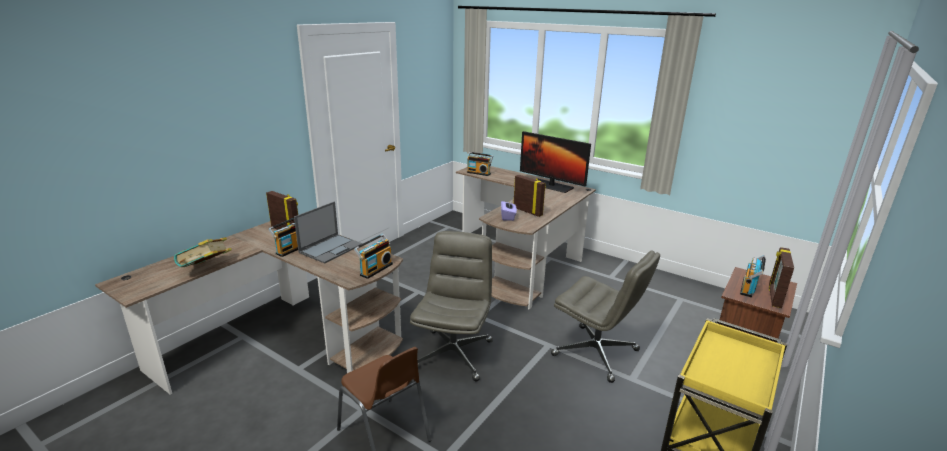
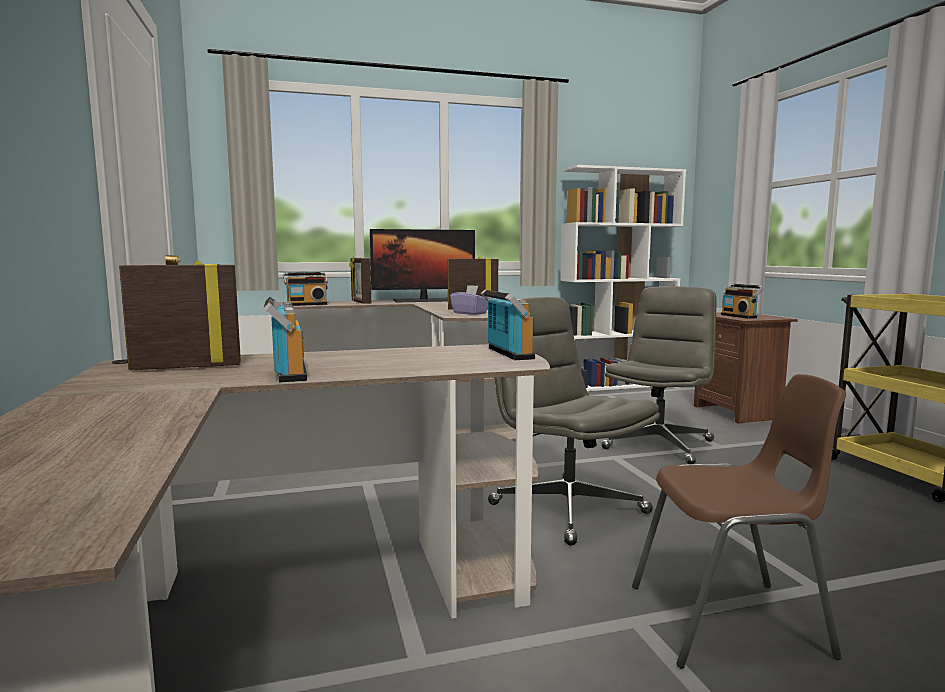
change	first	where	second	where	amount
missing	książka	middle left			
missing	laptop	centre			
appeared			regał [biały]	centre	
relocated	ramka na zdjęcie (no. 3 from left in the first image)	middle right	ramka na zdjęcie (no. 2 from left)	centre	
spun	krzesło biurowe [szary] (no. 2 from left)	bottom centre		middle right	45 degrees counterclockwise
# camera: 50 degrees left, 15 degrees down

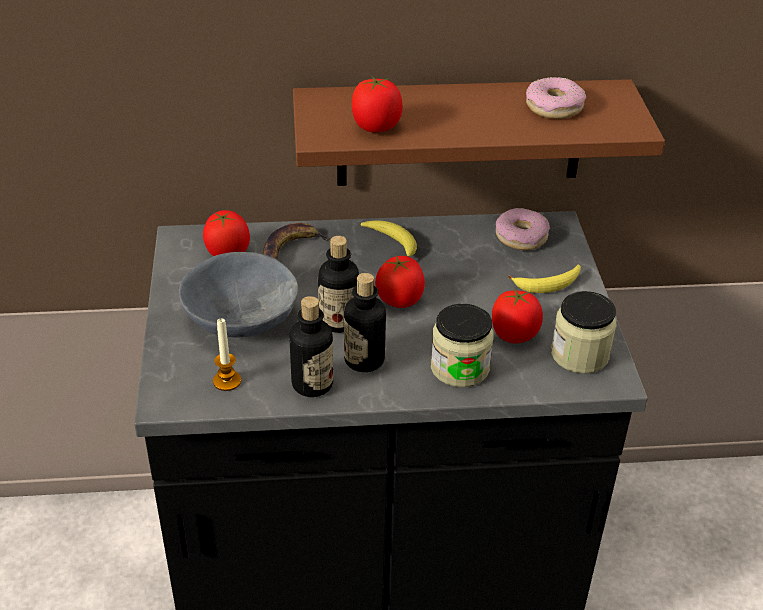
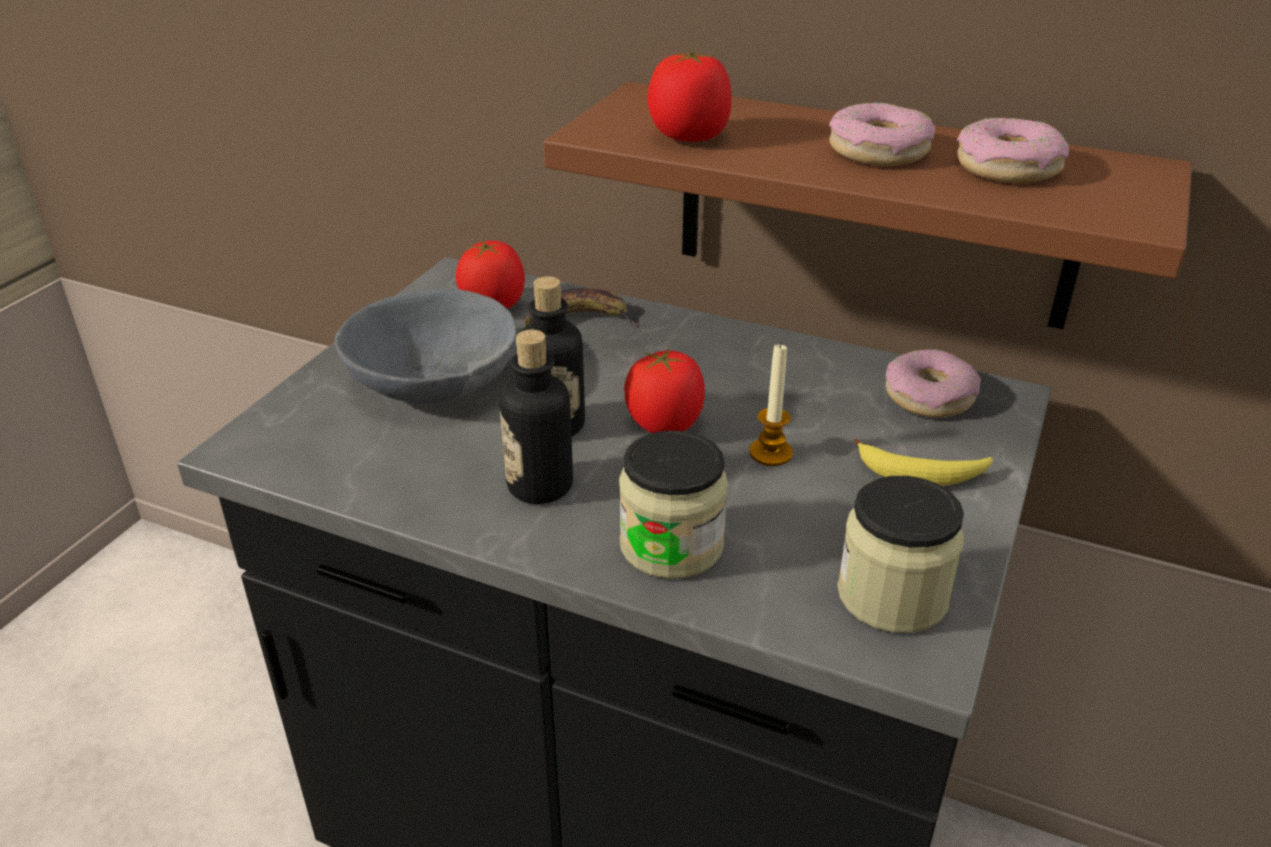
change	first	where	second	where	amount
missing	butelka (no. 1 from left)	centre			
missing	banan (no. 2 from left)	centre			
missing	pomidor (no. 4 from left)	middle right			
appeared			donut (no. 1 from left)	top right	
relocated	świeca	middle left		centre	
# camera: 30 degrees right, 5 degrees down

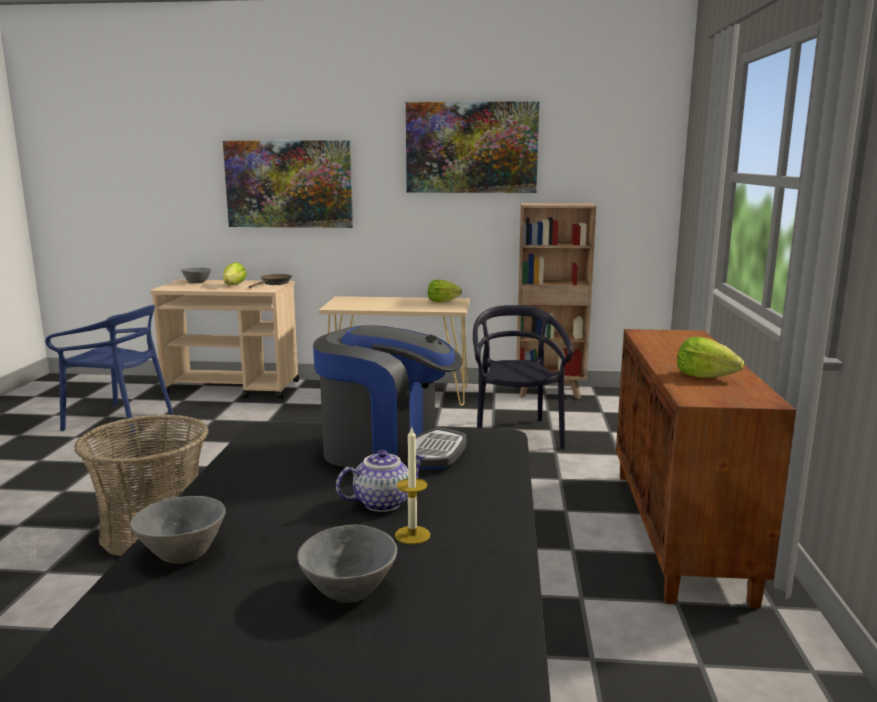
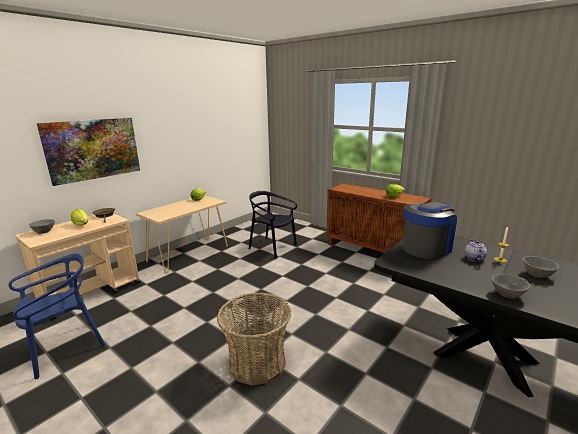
change	first	where	second	where	amount
missing	obraz (no. 2 from left)	top centre			
missing	regał [brązowy]	centre			
# camera: 55 degrees left, 5 degrees up

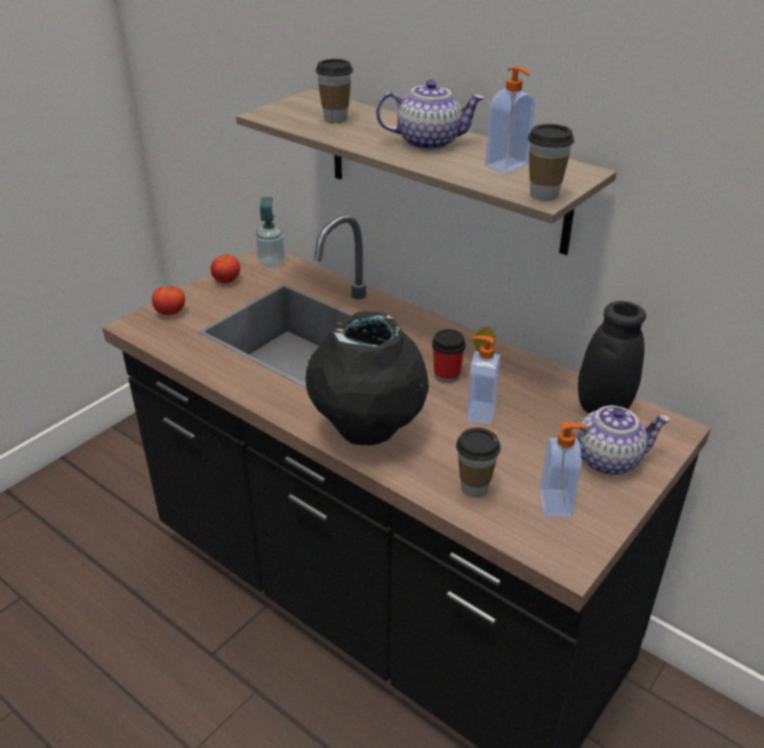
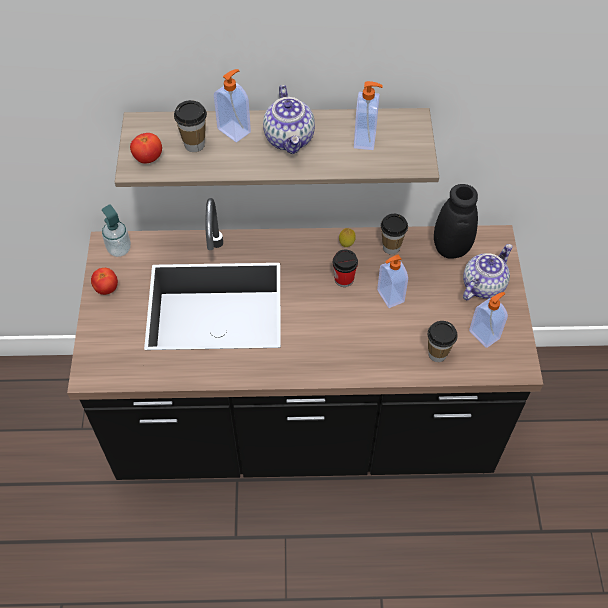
change	first	where	second	where	amount
missing	wazon [czarny] (no. 1 from left)	centre			
appeared			dozownik mydła (no. 2 from left)	top centre	
relocated	pomidor (no. 1 from left in the first image)	middle left	pomidor (no. 2 from left)	top left	
relocated	filiżanka (no. 4 from left in the first image)	top right	filiżanka (no. 3 from left)	centre	
spun	imbryk (no. 1 from left)	top centre		top centre	120 degrees clockwise
# camera: 40 degrees left, 20 degrees up

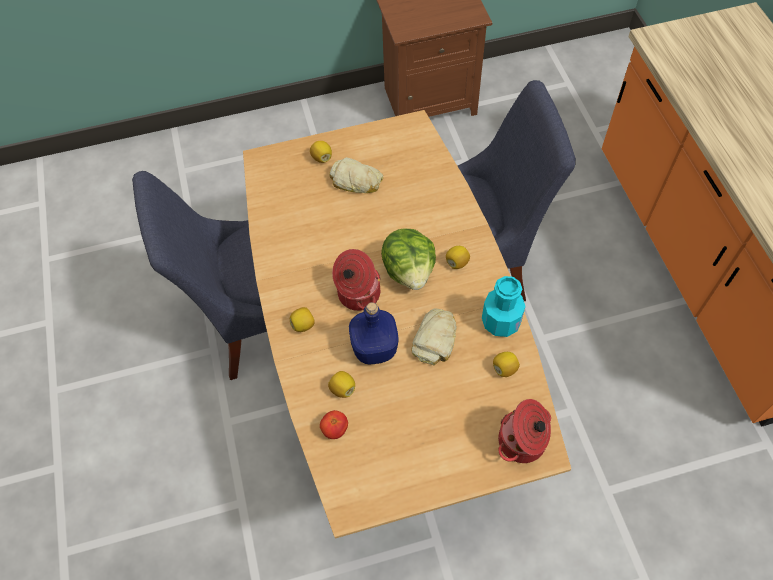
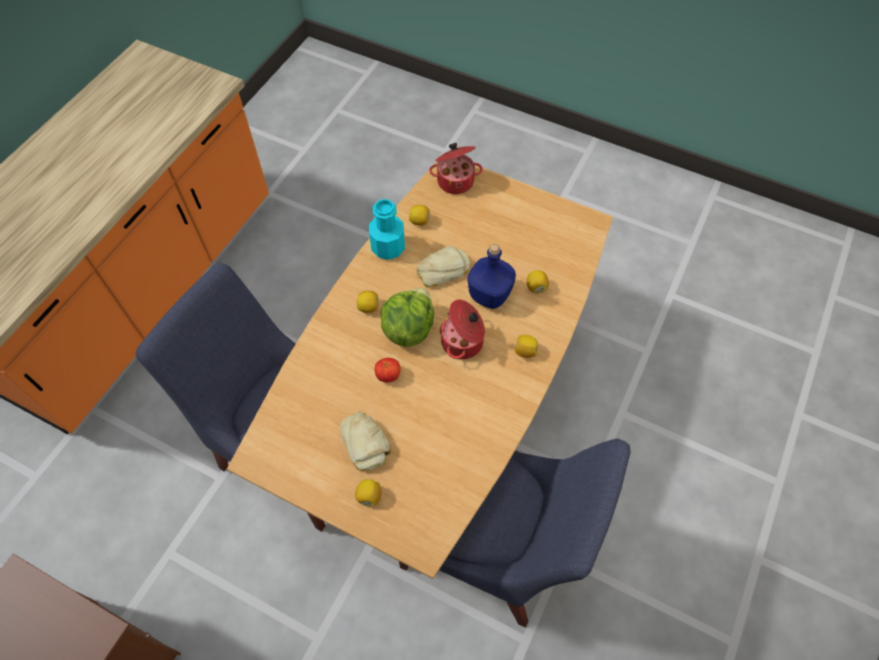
change	first	where	second	where	amount
relocated	pomidor	bottom centre		centre	
# camera: 140 degrees left, 0 degrees up

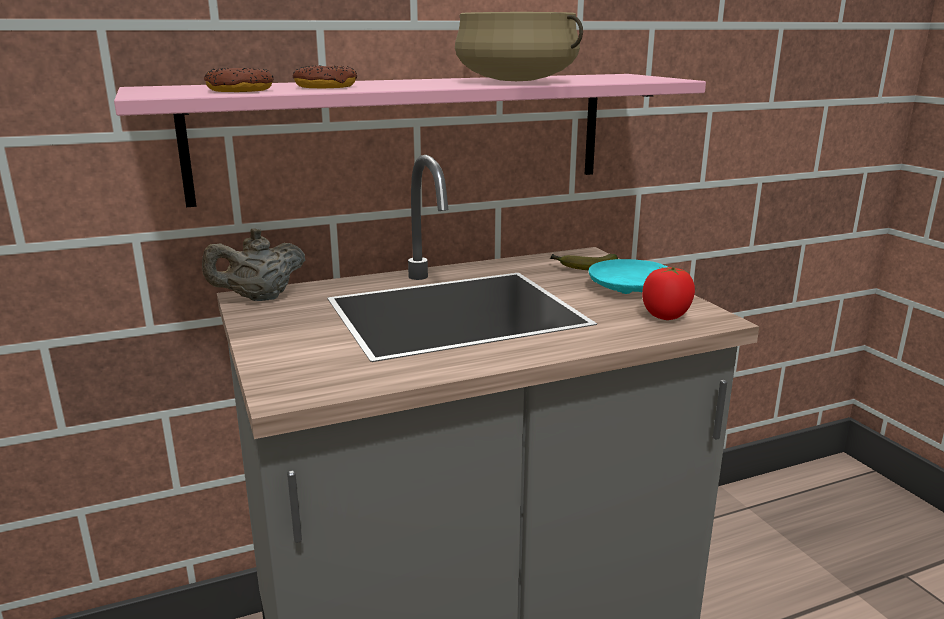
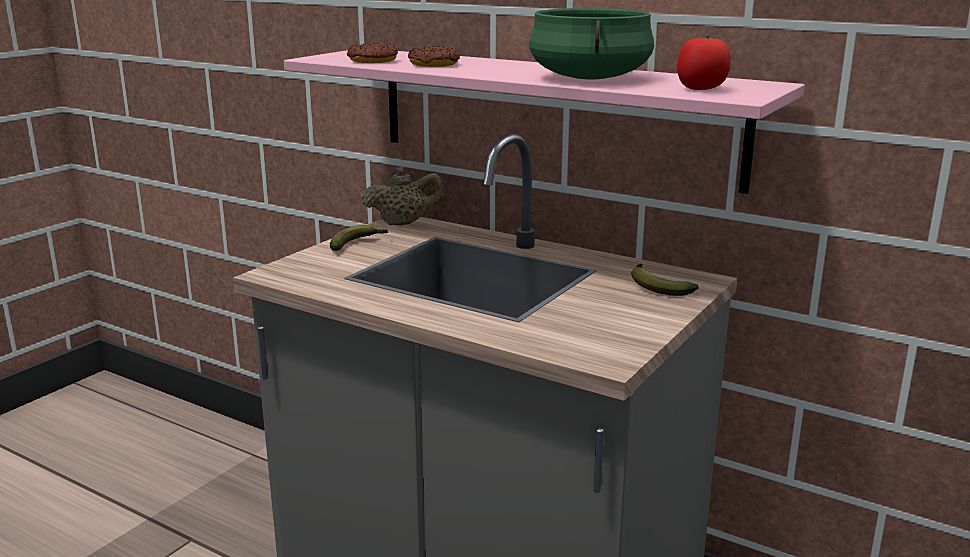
change	first	where	second	where	amount
missing	talerz [turkusowy]	centre			
appeared			banan (no. 1 from left)	centre	
relocated	pomidor	middle right		top right	
colour	garnek [beżowy]	top centre	garnek [zielony]	top centre	
spun	imbryk [beżowy]	middle left		centre	150 degrees clockwise
# camera: 55 degrees right, 0 degrees up

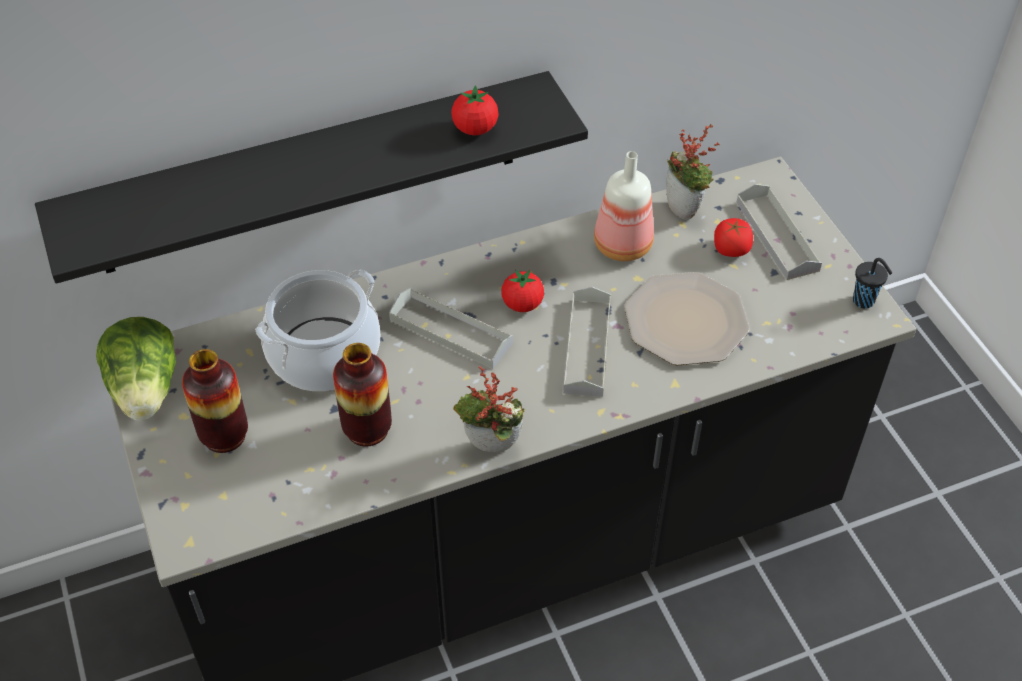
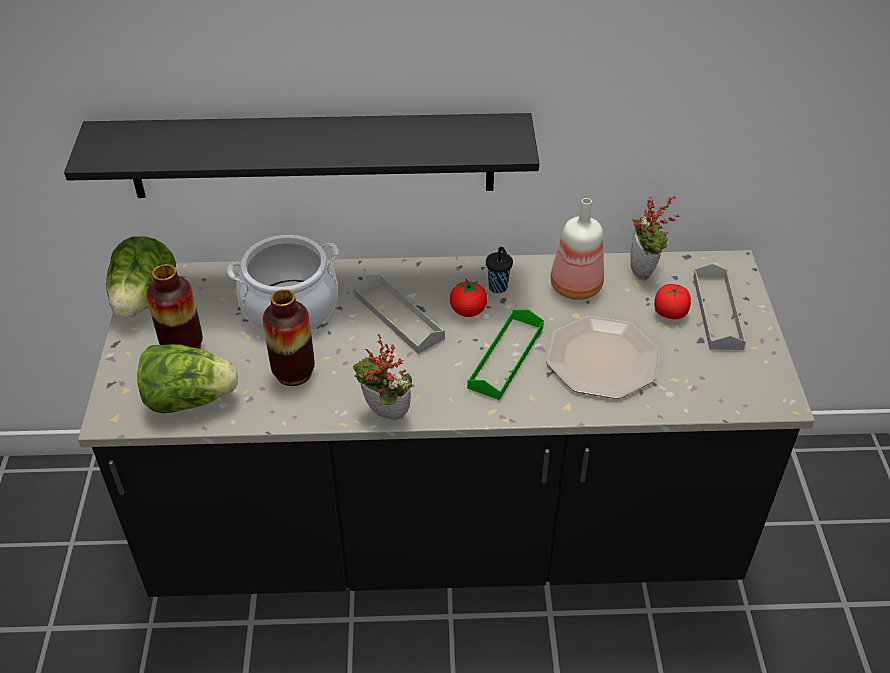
change	first	where	second	where	amount
missing	pomidor (no. 1 from left)	top centre			
appeared			sałata (no. 2 from left)	middle left	
relocated	filiżanka [czarny]	middle right		centre	
colour	taca [szary] (no. 2 from left)	centre	taca [zielony]	centre	
# camera: 20 degrees right, 5 degrees down

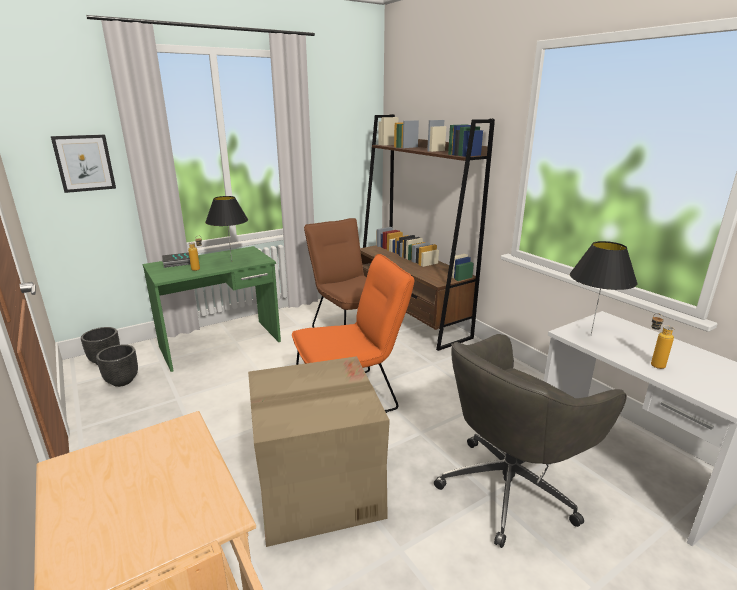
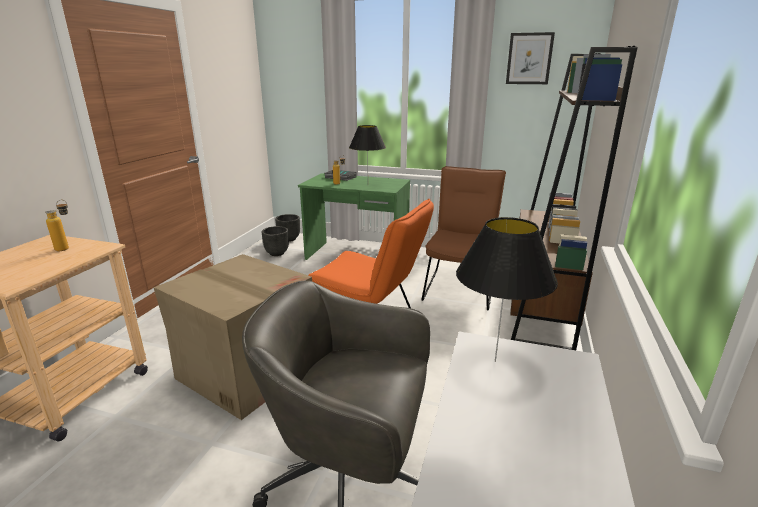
change	first	where	second	where	amount
relocated	obraz	top left		top right	
relocated	butelka (no. 2 from left in the first image)	middle right	butelka (no. 1 from left)	middle left	
# camera: 50 degrees right, 0 degrees up

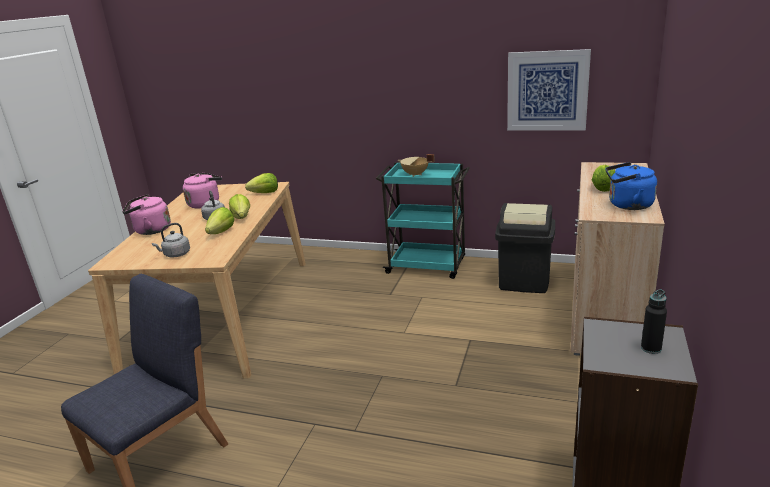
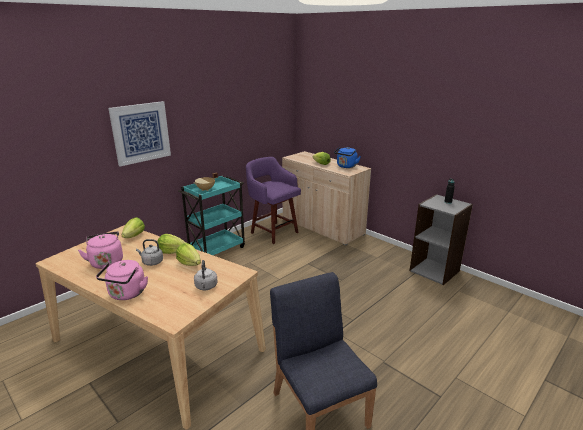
change	first	where	second	where	amount
relocated	obraz	top right		top left	
exchanged	kosz na śmieci [czarny]	middle right	stołek [fioletowy]	centre	
# camera: 65 degrees left, 0 degrees up

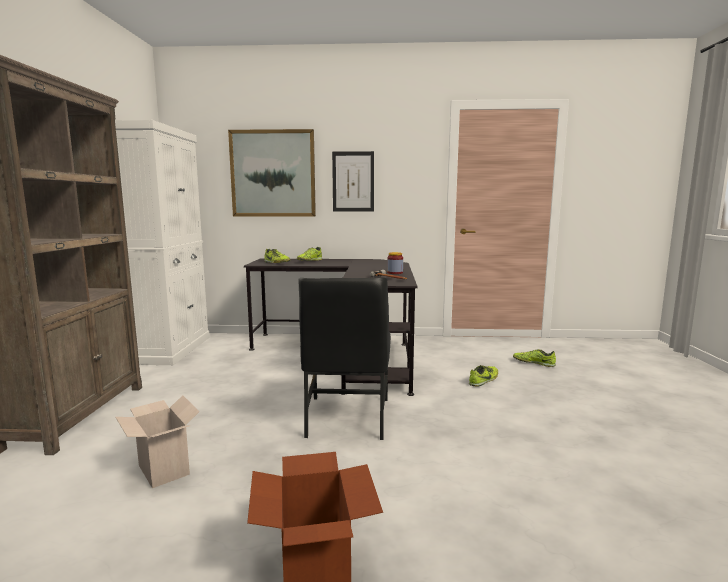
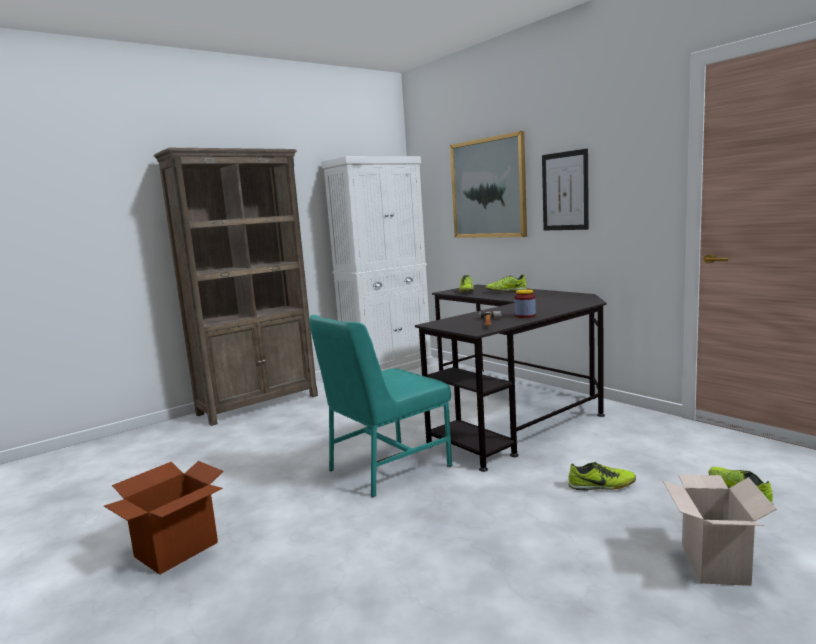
change	first	where	second	where	amount
relocated	karton (no. 1 from left in the first image)	bottom left	karton (no. 2 from left)	bottom right	
colour	krzesło [czarny]	centre	krzesło [turkusowy]	centre	
# camera: 50 degrees right, 0 degrees up

